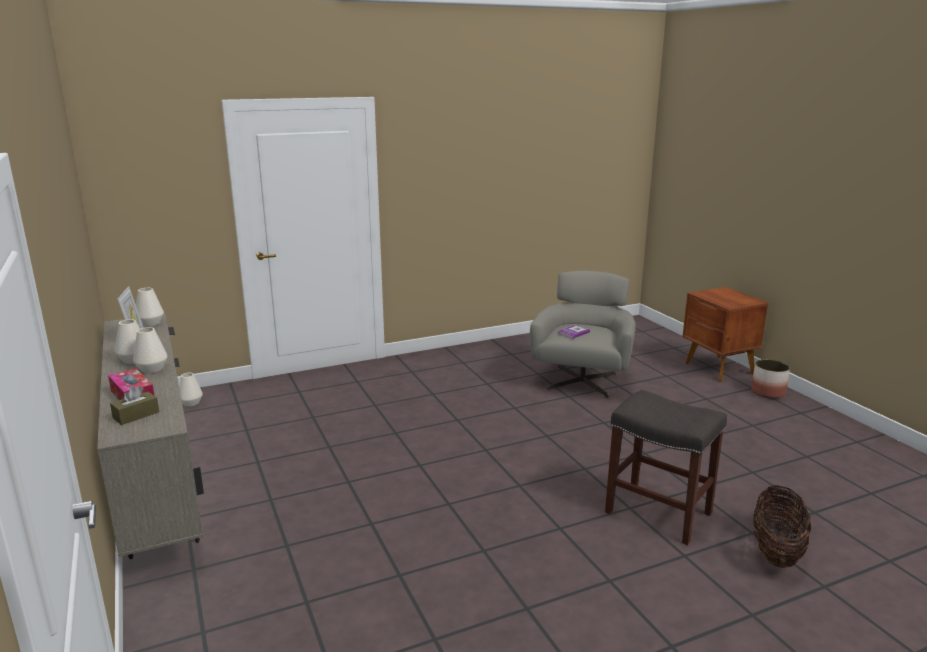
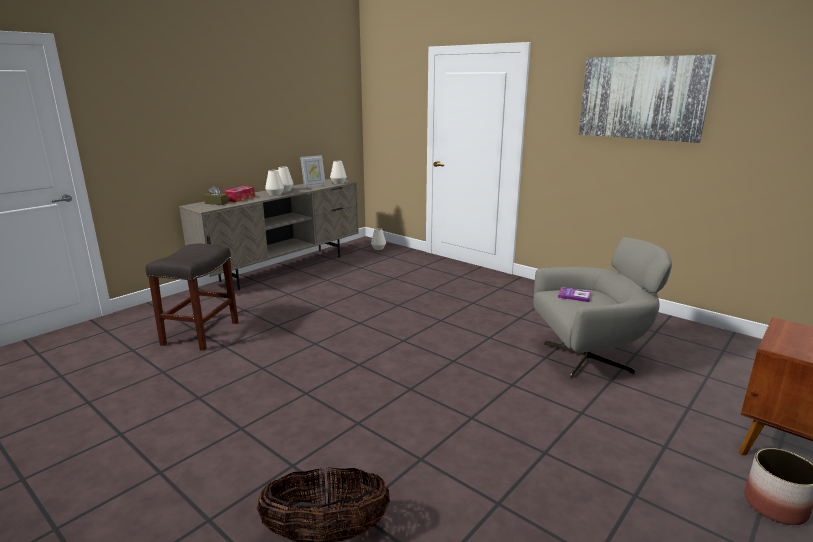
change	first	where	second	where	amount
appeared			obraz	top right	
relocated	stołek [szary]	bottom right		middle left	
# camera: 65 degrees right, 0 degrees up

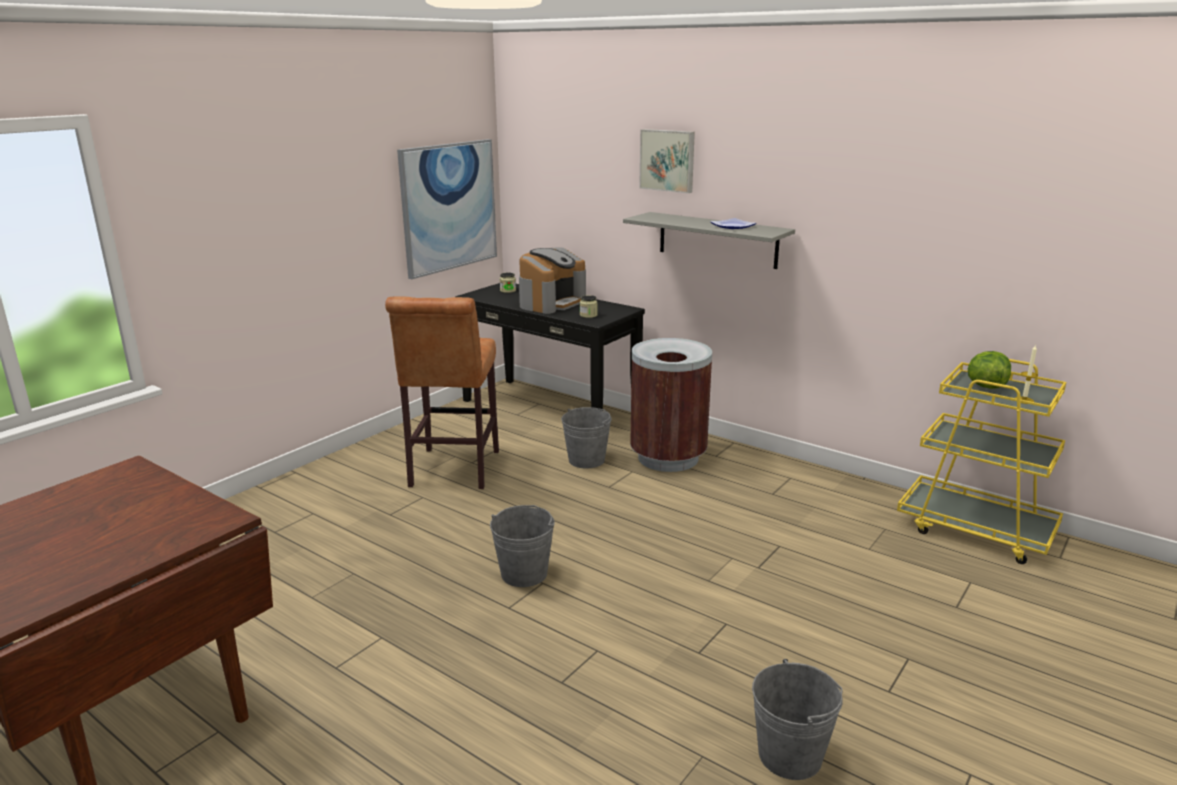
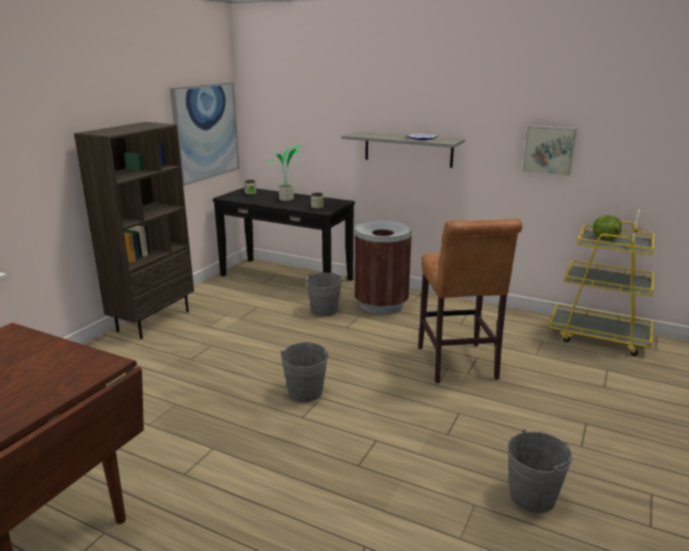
change	first	where	second	where	amount
appeared			regał [brązowy]	middle left	
relocated	stołek [brązowy]	centre		middle right	
relocated	obraz (no. 2 from left)	top centre		top right	
exchanged	ekspres do kawy	centre	roślina doniczkowa	top centre	
# camera: 10 degrees left, 0 degrees up

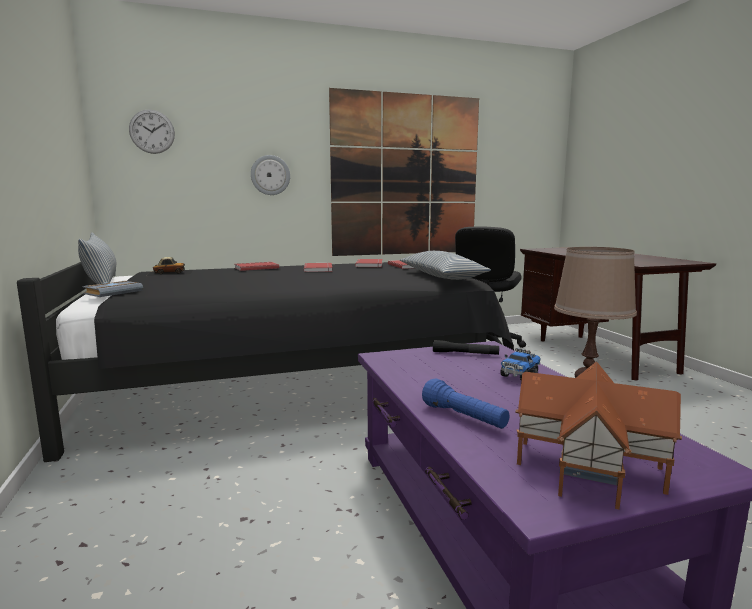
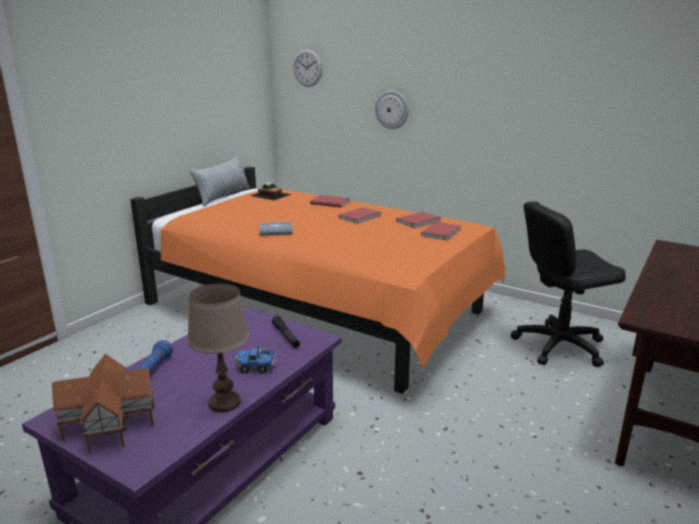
change	first	where	second	where	amount
missing	obraz	top centre			
missing	poduszka (no. 2 from left)	centre			
relocated	książka [szary]	middle left		centre	
colour	łóżko [czarny]	centre	łóżko [pomarańczowy]	centre	
# camera: 50 degrees right, 10 degrees up

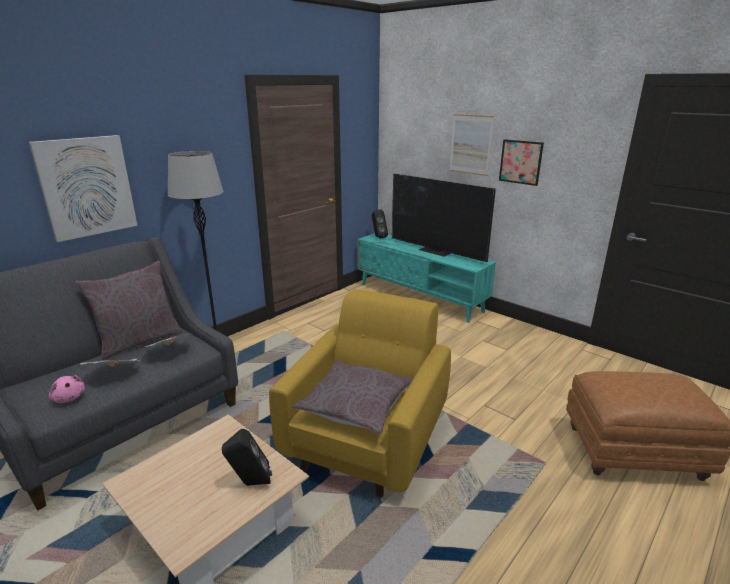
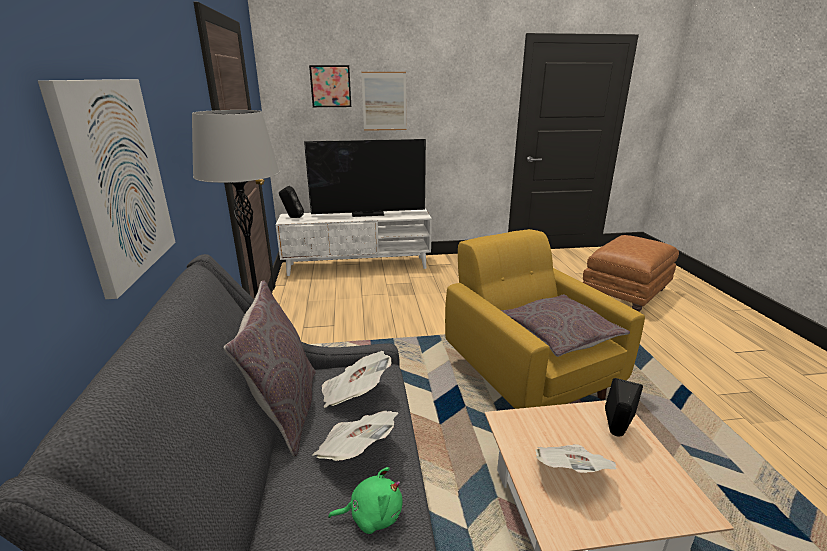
change	first	where	second	where	amount
appeared			gazeta (no. 3 from left)	bottom right	
relocated	obraz (no. 3 from left in the first image)	top right	obraz (no. 2 from left)	top centre	
colour	pluszak [różowy]	middle left	pluszak [zielony]	bottom centre	
colour	szafka pod telewizor [turkusowy]	centre	szafka pod telewizor [biały]	centre	
# camera: 50 degrees left, 0 degrees up

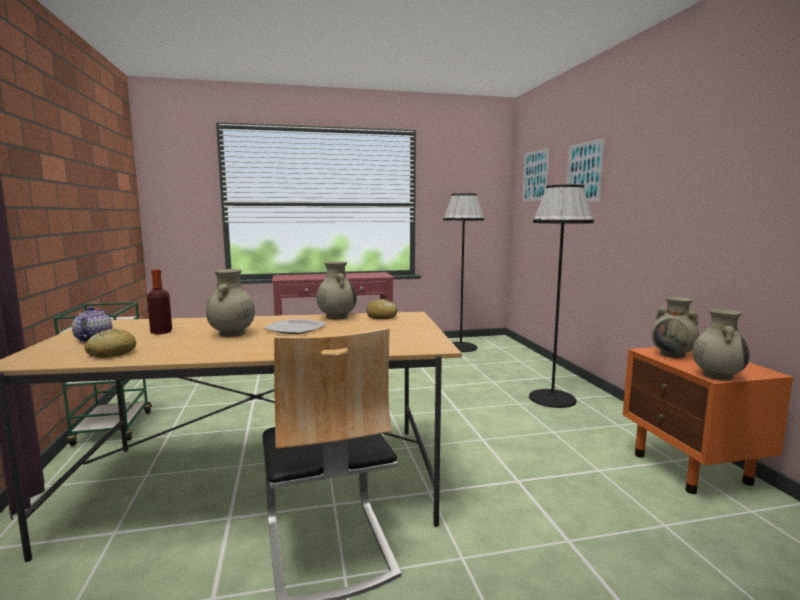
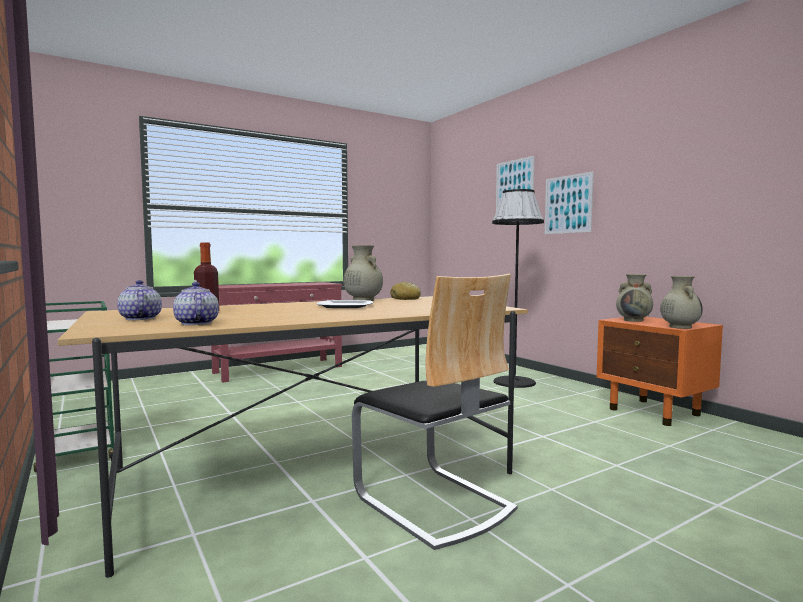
change	first	where	second	where	amount
missing	wazon [beżowy] (no. 1 from left)	middle left			
missing	lampa stojąca [czarny] (no. 1 from left)	centre			
relocated	obraz (no. 1 from left in the first image)	top right	obraz (no. 2 from left)	middle right	
exchanged	chleb (no. 1 from left)	middle left	imbryk (no. 2 from left)	middle left	
# camera: 20 degrees left, 5 degrees down

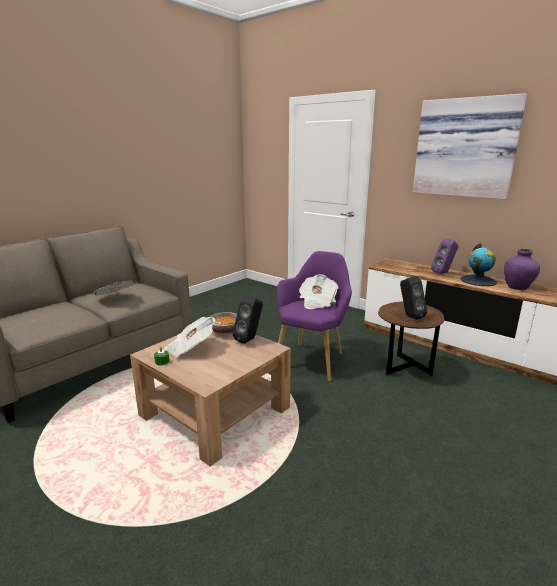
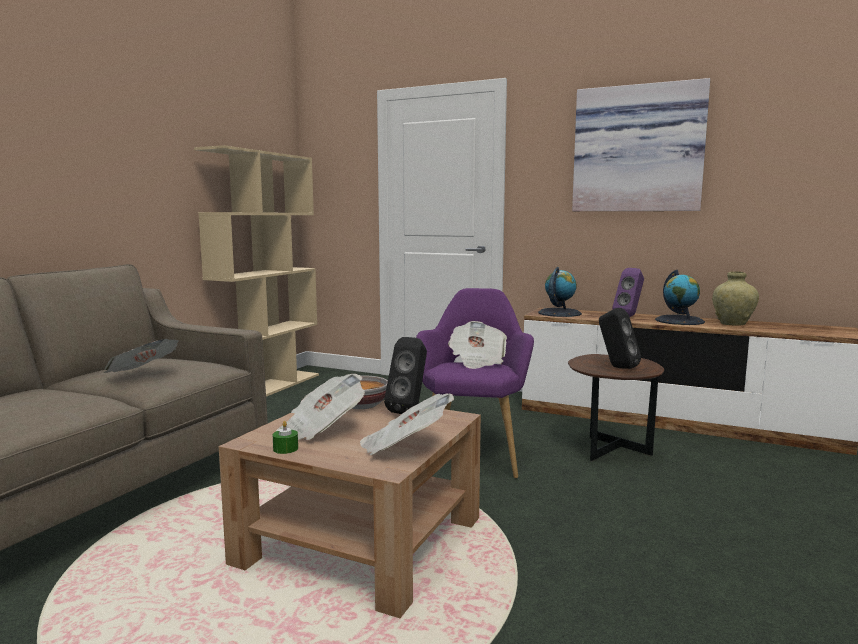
change	first	where	second	where	amount
appeared			regał [beżowy]	middle left	
appeared			gazeta (no. 3 from left)	centre	
appeared			globus (no. 1 from left)	centre	
colour	wazon [fioletowy]	middle right	wazon [beżowy]	middle right	
# camera: 15 degrees left, 10 degrees down

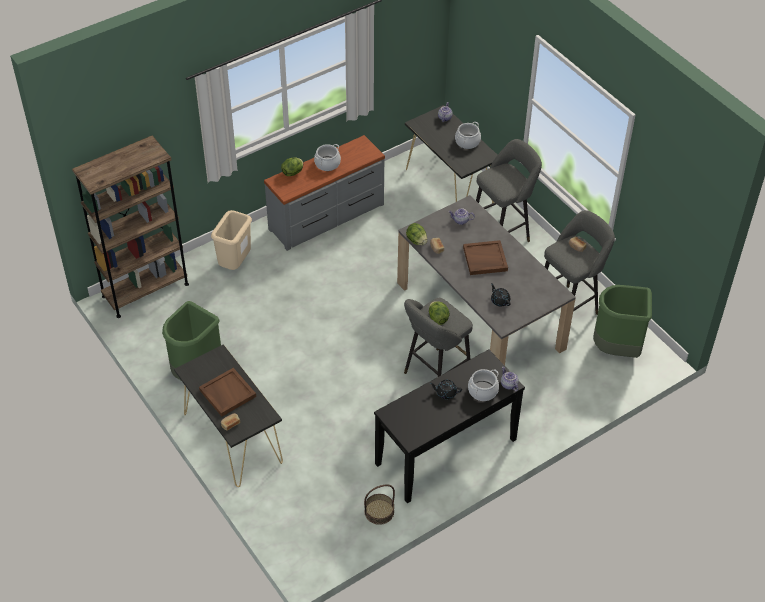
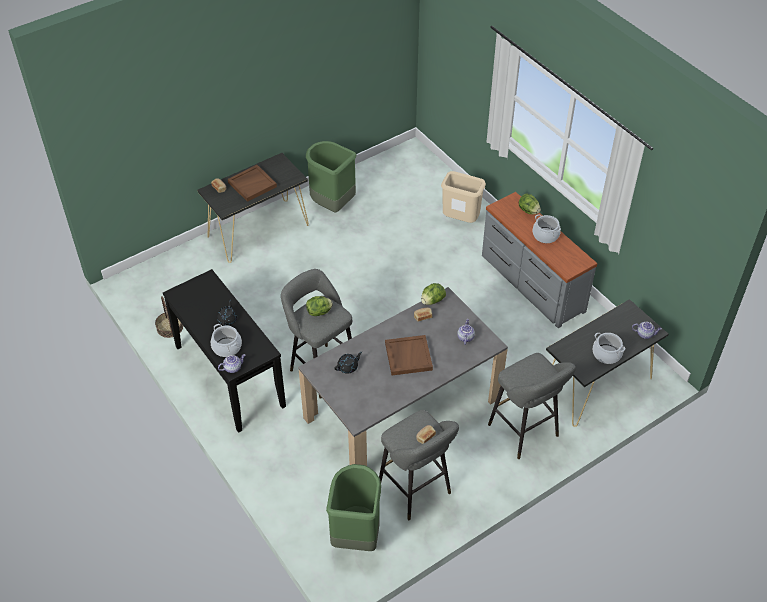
change	first	where	second	where	amount
missing	regał [brązowy]	middle left			
# camera: 90 degrees right, 0 degrees up

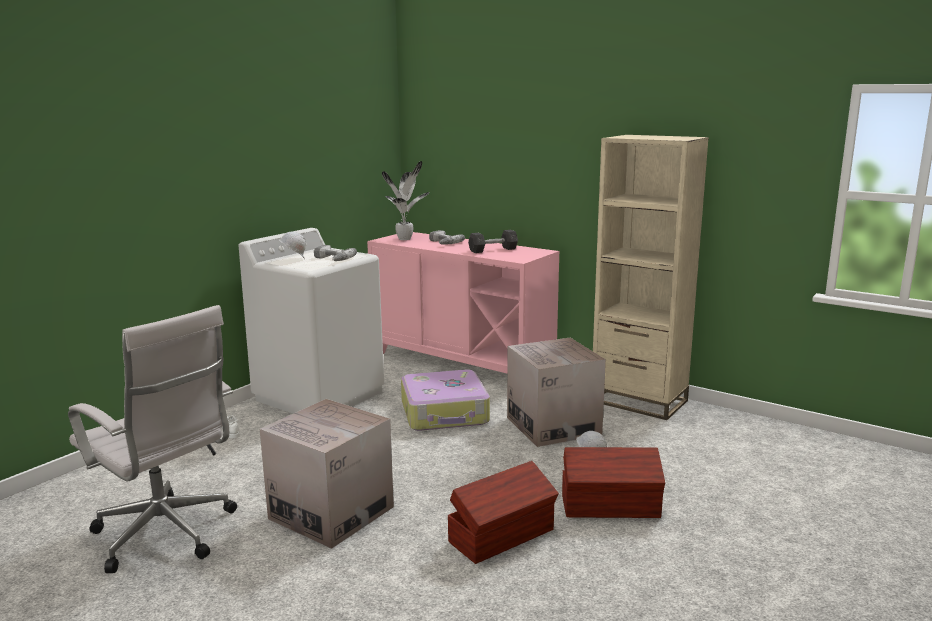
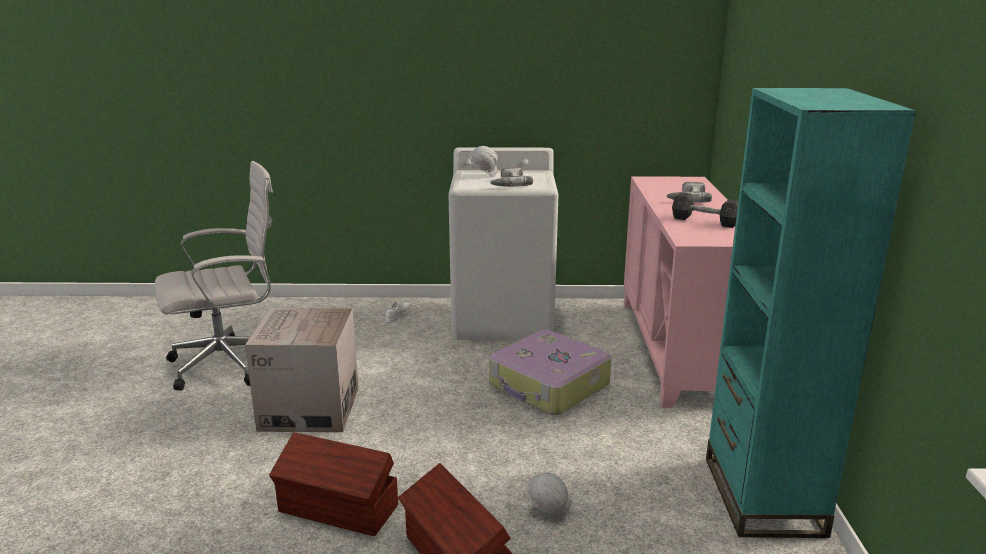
change	first	where	second	where	amount
missing	roślina doniczkowa	top centre			
missing	karton (no. 2 from left)	centre			
colour	regał [beżowy]	middle right	regał [turkusowy]	middle right	
spun	krzesło biurowe [biały]	bottom left		middle left	120 degrees counterclockwise
# camera: 55 degrees right, 5 degrees up

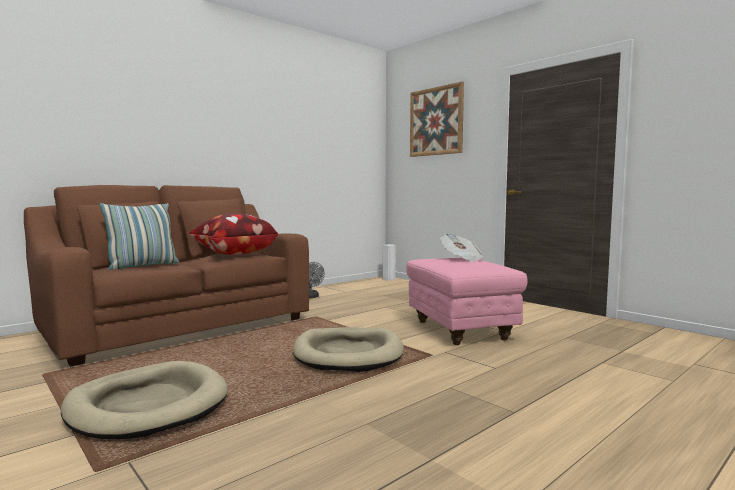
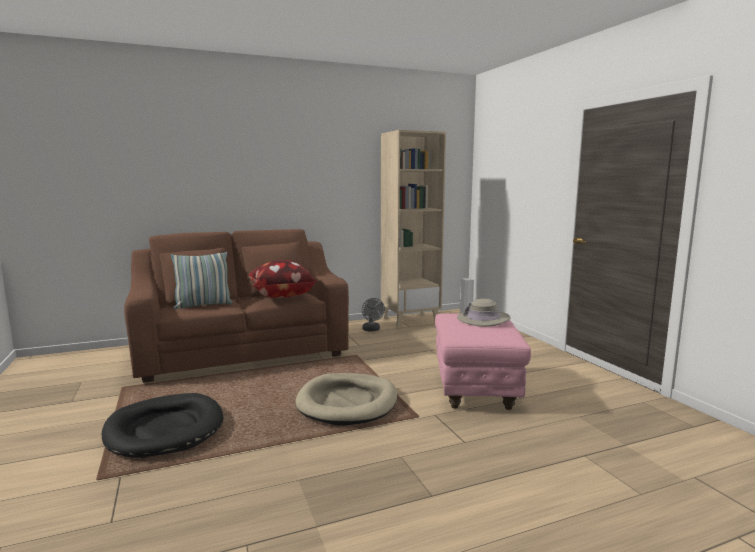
change	first	where	second	where	amount
missing	obraz	top centre			
appeared			regał [beżowy]	centre	
exchanged	gazeta	centre	kapelusz [beżowy]	centre	
colour	legowisko [beżowy] (no. 1 from left)	bottom left	legowisko [czarny]	bottom left	
# camera: 20 degrees right, 5 degrees up

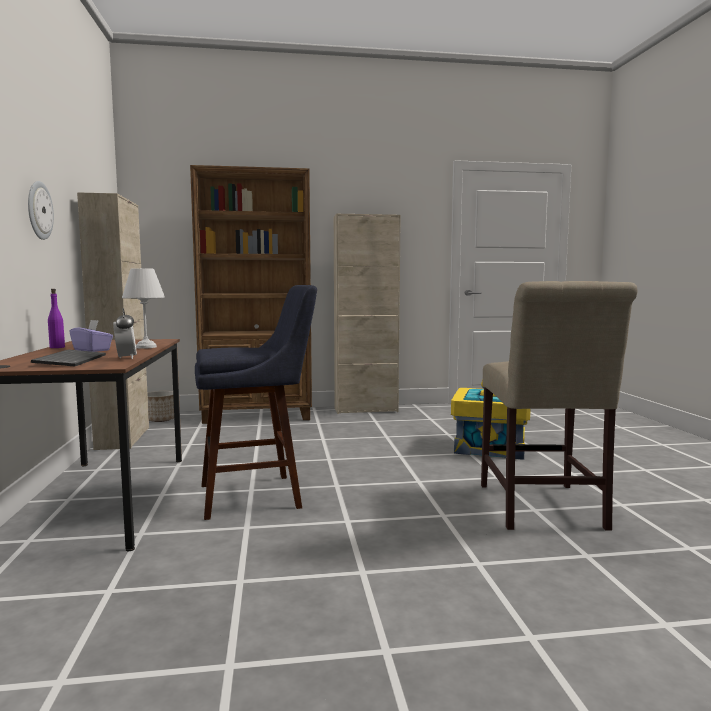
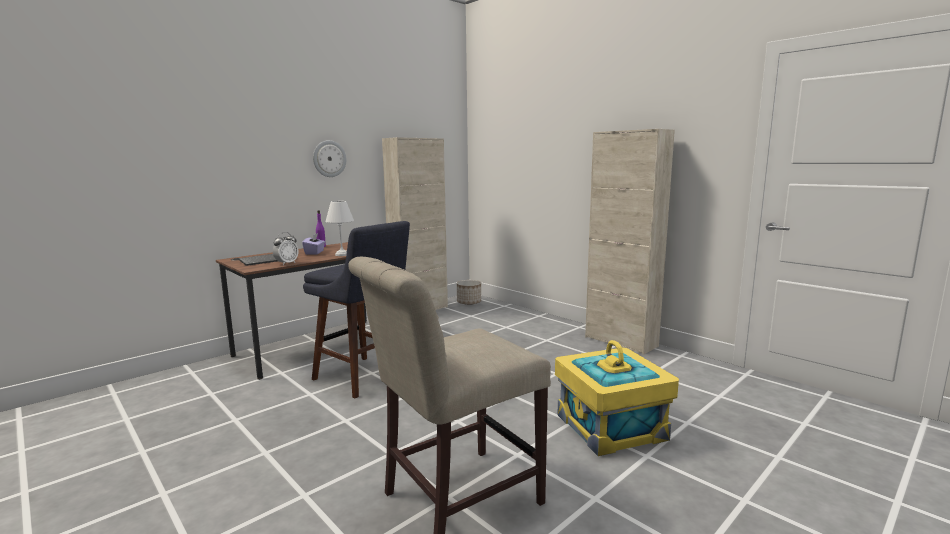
change	first	where	second	where	amount
missing	regał [brązowy]	centre			
# camera: 55 degrees right, 5 degrees up

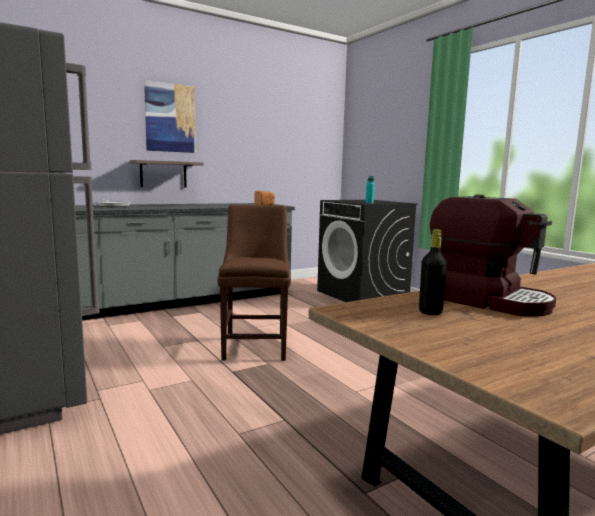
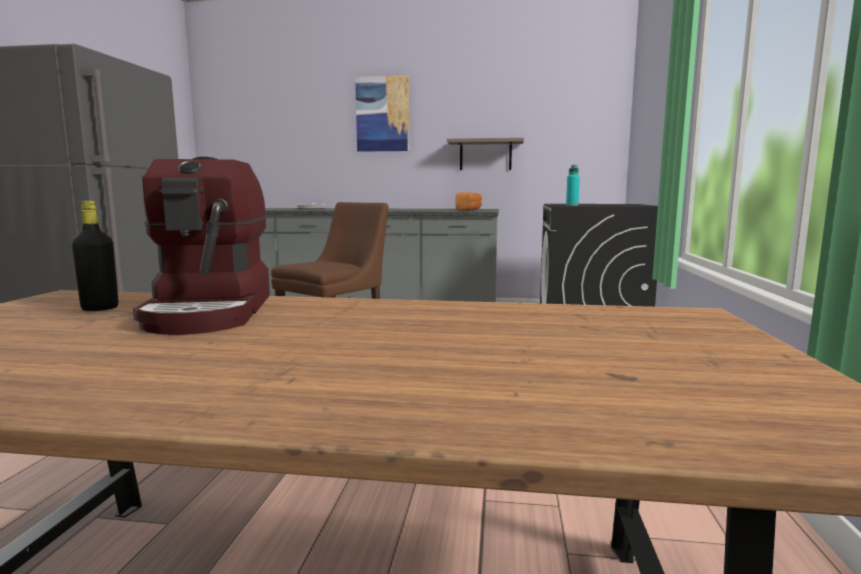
change	first	where	second	where	amount
relocated	półka	middle left		top centre	
# camera: 40 degrees right, 0 degrees up

